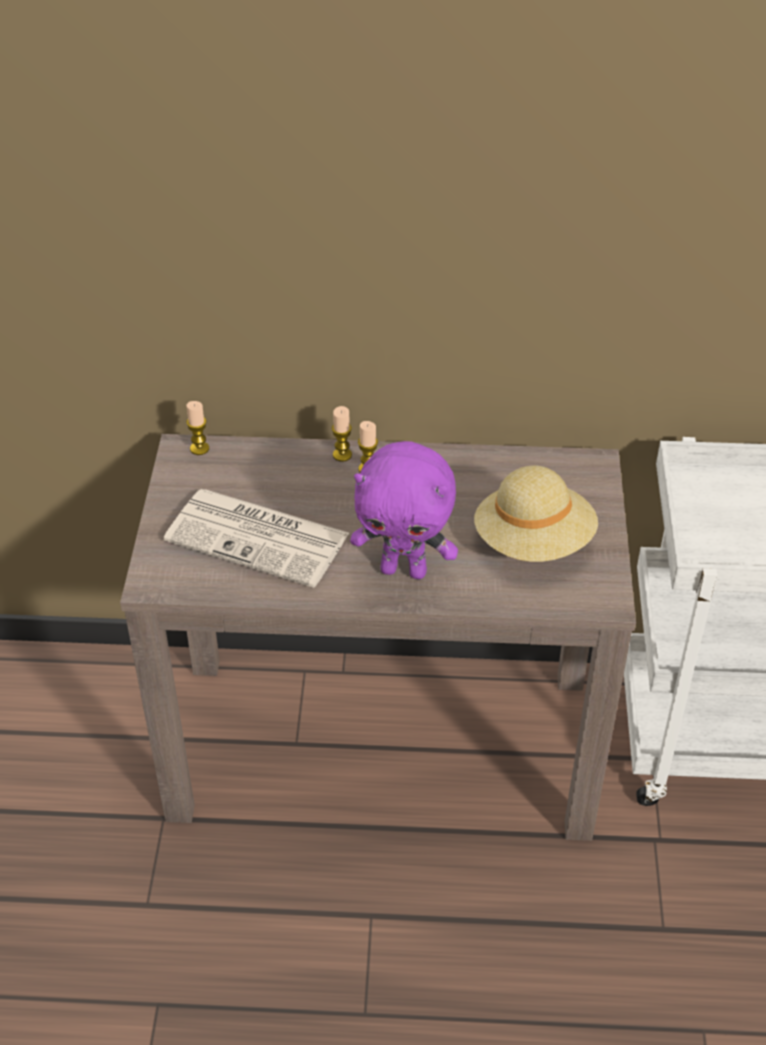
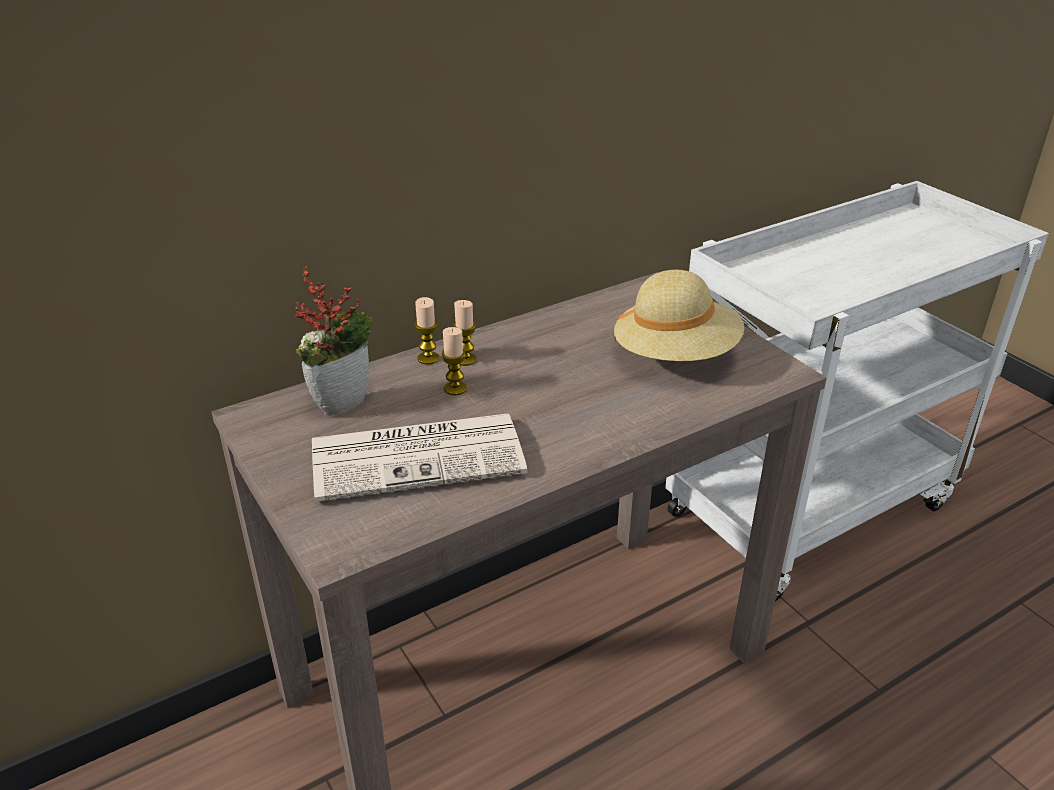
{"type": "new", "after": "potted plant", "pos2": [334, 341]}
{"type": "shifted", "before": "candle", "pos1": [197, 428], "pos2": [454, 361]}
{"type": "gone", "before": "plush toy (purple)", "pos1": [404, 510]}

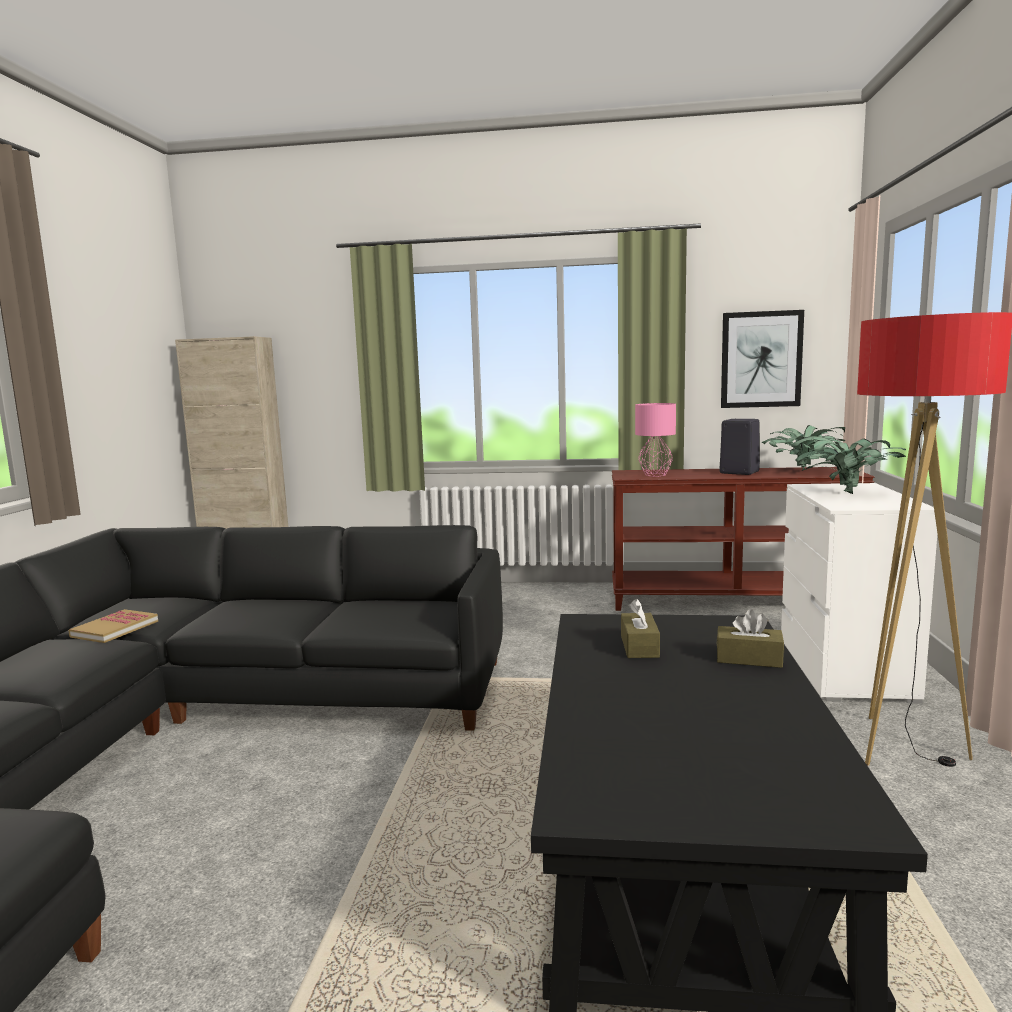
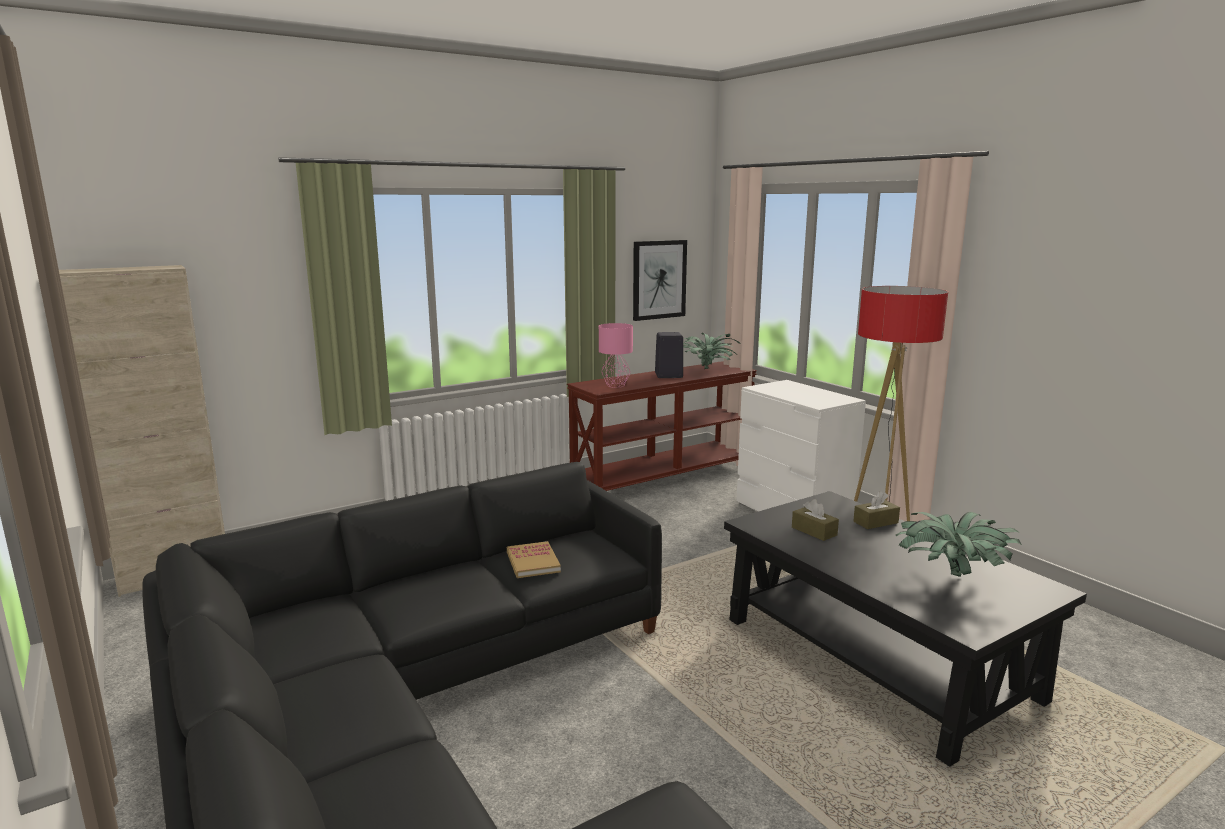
{"type": "shifted", "before": "book", "pos1": [113, 626], "pos2": [534, 559]}
{"type": "shifted", "before": "potted plant", "pos1": [849, 465], "pos2": [959, 544]}

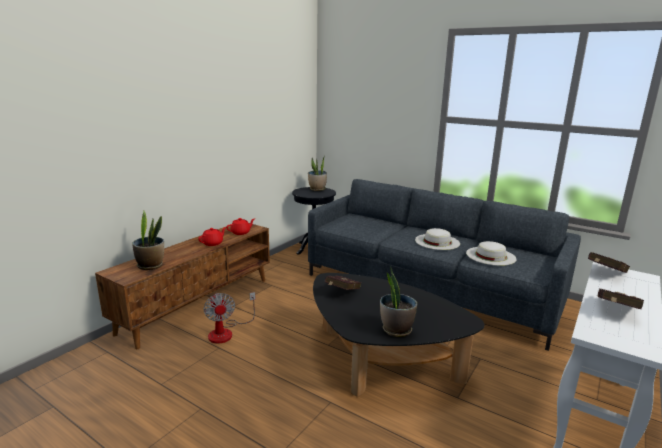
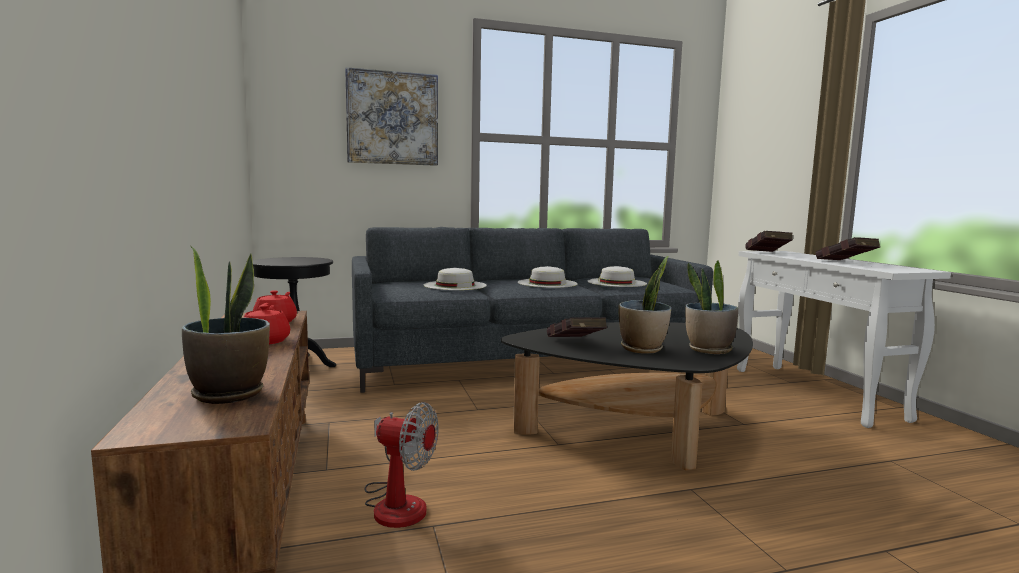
{"type": "new", "after": "picture", "pos2": [391, 116]}
{"type": "new", "after": "hat (white)", "pos2": [455, 279]}
{"type": "shifted", "before": "potted plant", "pos1": [317, 173], "pos2": [645, 305]}

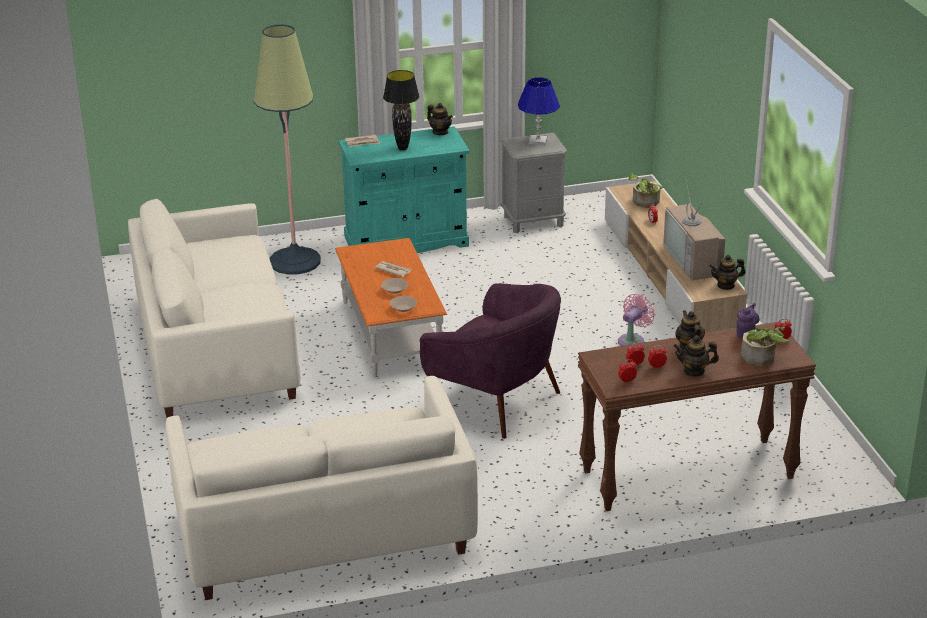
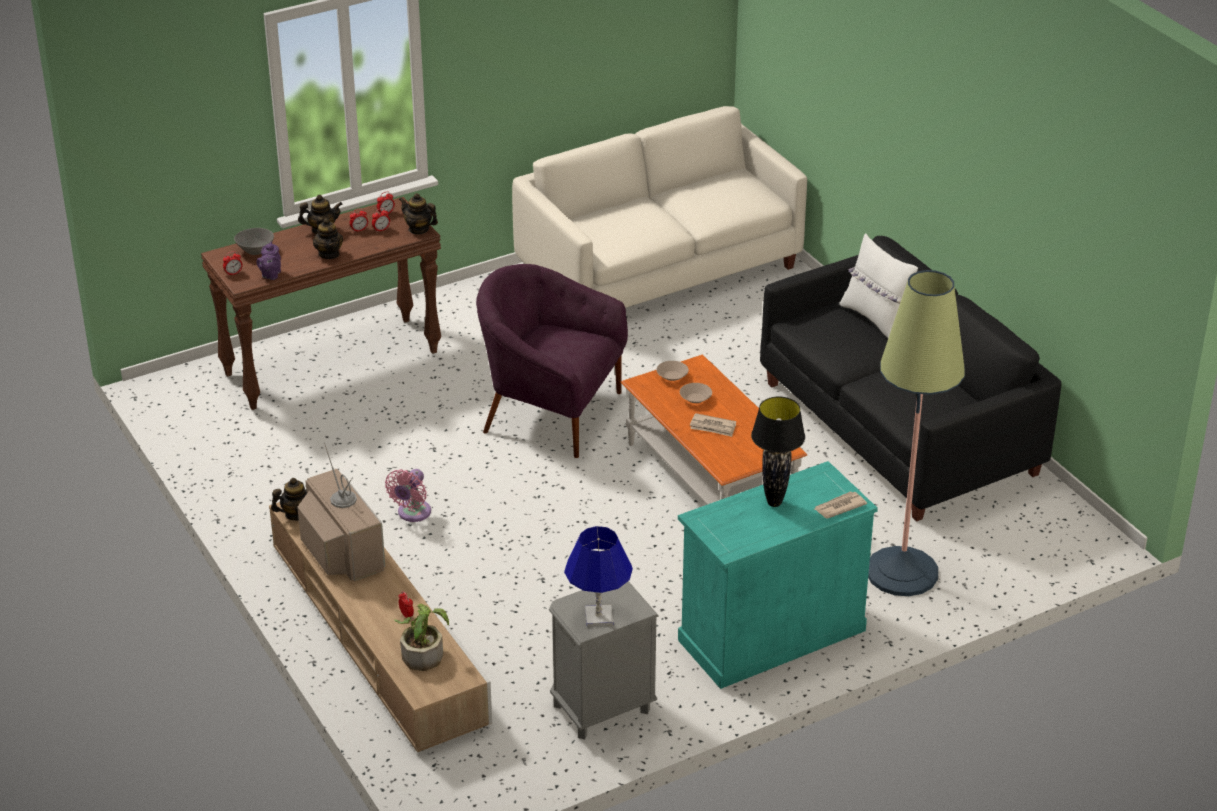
{"type": "swapped", "before": "potted plant", "after": "bowl (grey)", "pos1": [765, 346], "pos2": [254, 241]}
{"type": "shifted", "before": "teapot", "pos1": [440, 119], "pos2": [418, 214]}
{"type": "repainted", "before": "sofa (white)", "after": "sofa (black)", "pos1": [214, 308], "pos2": [910, 379]}
{"type": "new", "after": "pillow (white)", "pos2": [878, 286]}

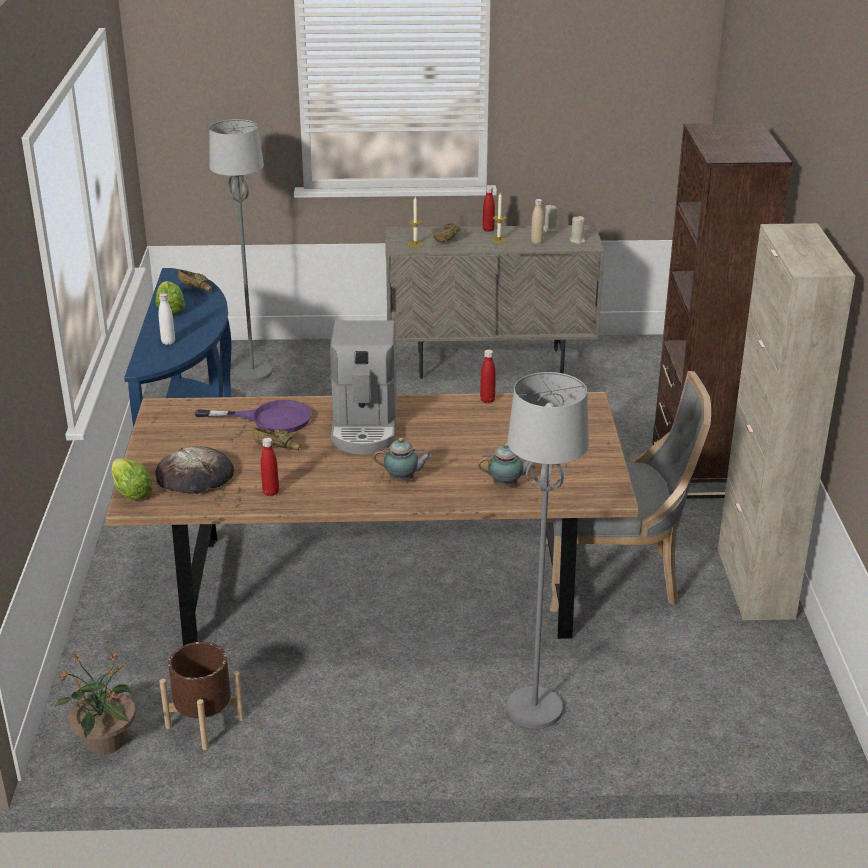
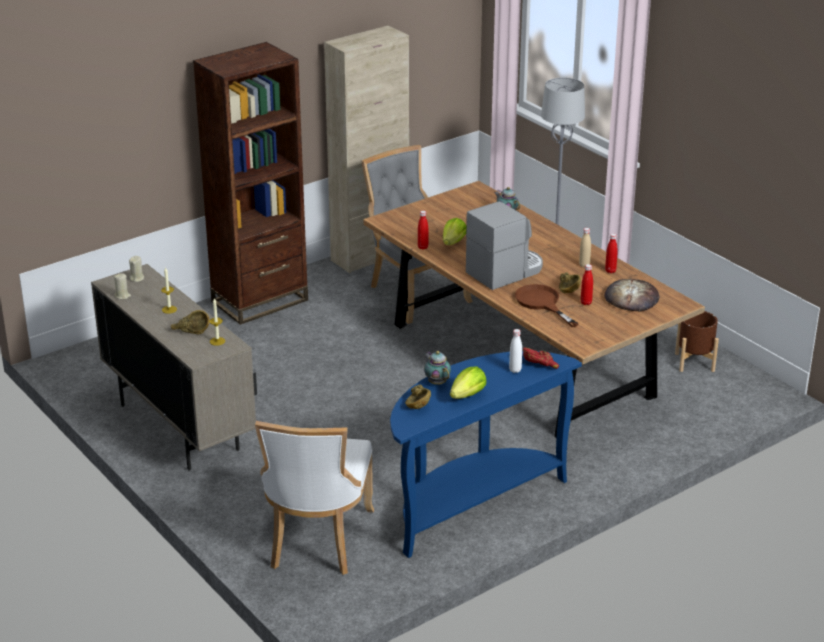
{"type": "swapped", "before": "floor lamp (grey)", "after": "chair (white)", "pos1": [240, 250], "pos2": [314, 498]}
{"type": "shifted", "before": "teapot", "pos1": [402, 460], "pos2": [437, 368]}
{"type": "shifted", "before": "lettuce", "pos1": [132, 479], "pos2": [454, 231]}
{"type": "repainted", "before": "frying pan (purple)", "after": "frying pan (brown)", "pos1": [253, 416], "pos2": [547, 305]}
{"type": "new", "after": "bowl (red)", "pos2": [541, 358]}
{"type": "shifted", "before": "bottle (beige)", "pos1": [537, 222], "pos2": [585, 247]}
{"type": "shifted", "before": "bottle (red)", "pos1": [489, 209], "pos2": [587, 284]}
{"type": "gone", "before": "potted plant", "pos1": [95, 703]}

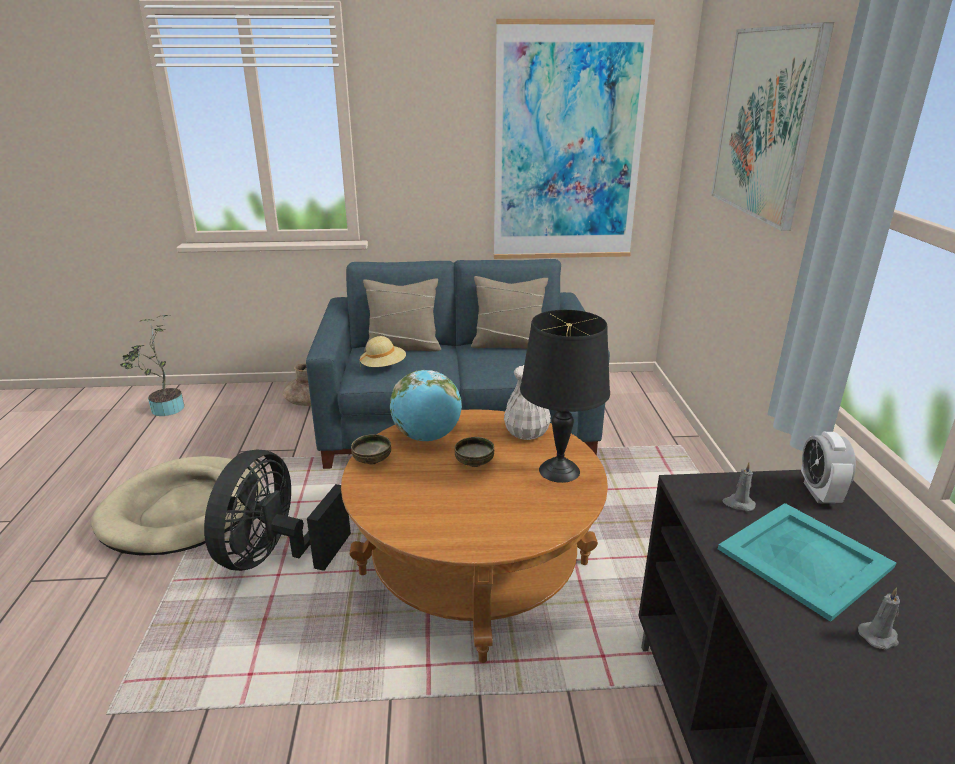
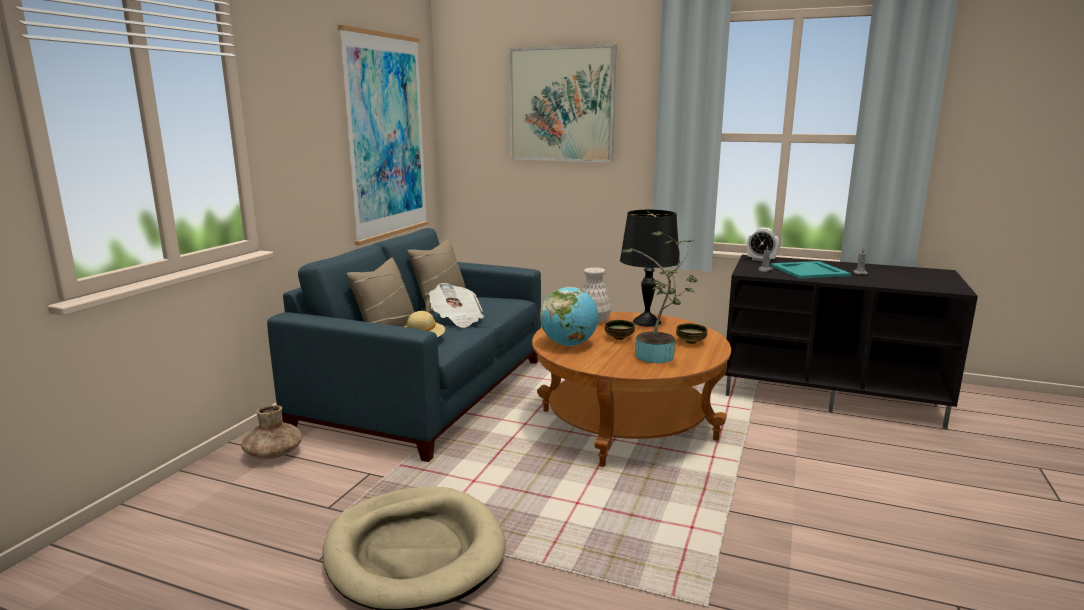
{"type": "new", "after": "newspaper", "pos2": [456, 305]}
{"type": "shifted", "before": "potted plant", "pos1": [152, 365], "pos2": [659, 297]}
{"type": "shifted", "before": "bowl", "pos1": [371, 449], "pos2": [691, 333]}
{"type": "gone", "before": "fan (black)", "pos1": [277, 510]}

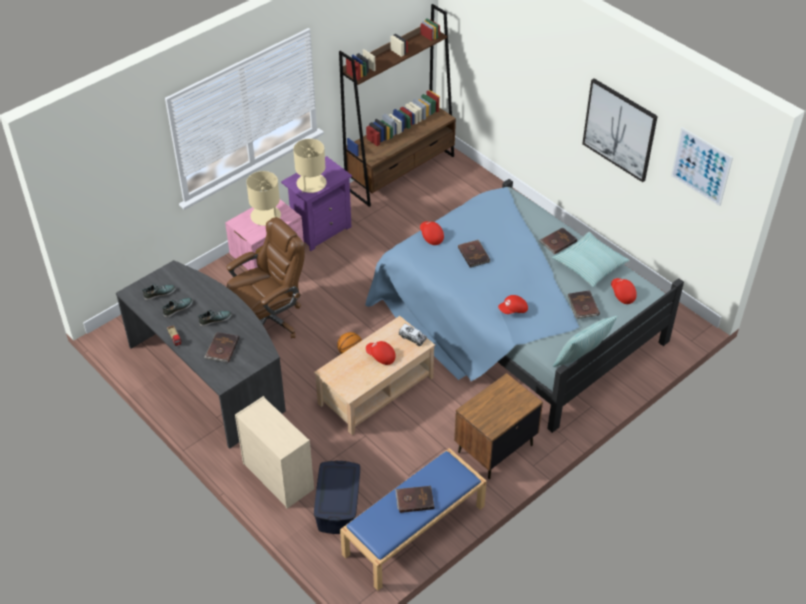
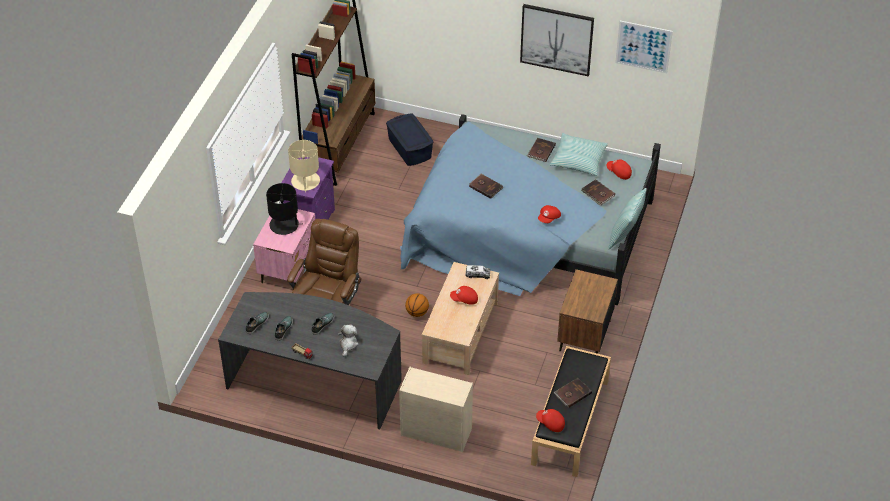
{"type": "repainted", "before": "table lamp (beige)", "after": "table lamp (black)", "pos1": [263, 198], "pos2": [282, 209]}
{"type": "swapped", "before": "book (brown)", "after": "plush toy", "pos1": [221, 347], "pos2": [348, 340]}
{"type": "shifted", "before": "storage box (blue)", "pos1": [337, 497], "pos2": [410, 140]}
{"type": "repainted", "before": "bench (blue)", "after": "bench (black)", "pos1": [413, 519], "pos2": [571, 411]}
{"type": "shifted", "before": "cap (red)", "pos1": [432, 233], "pos2": [550, 420]}

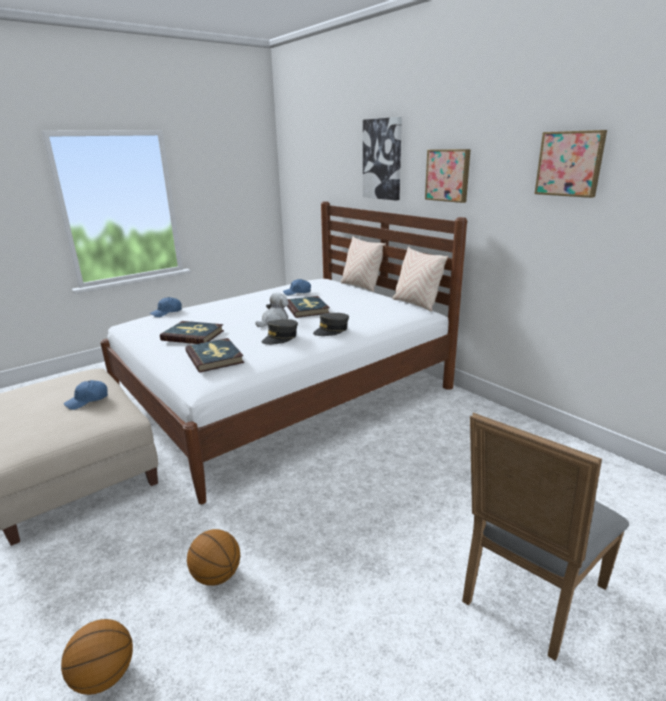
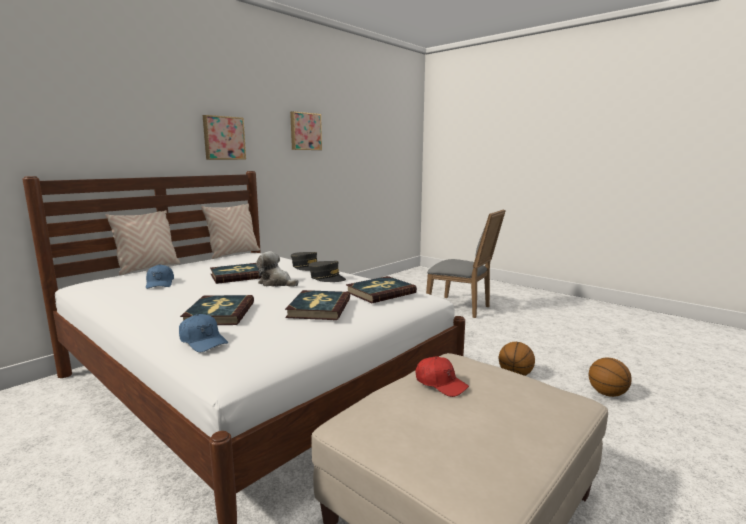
{"type": "new", "after": "book", "pos2": [217, 310]}
{"type": "repainted", "before": "cap (blue)", "after": "cap (red)", "pos1": [86, 395], "pos2": [442, 376]}
{"type": "gone", "before": "picture", "pos1": [382, 158]}

